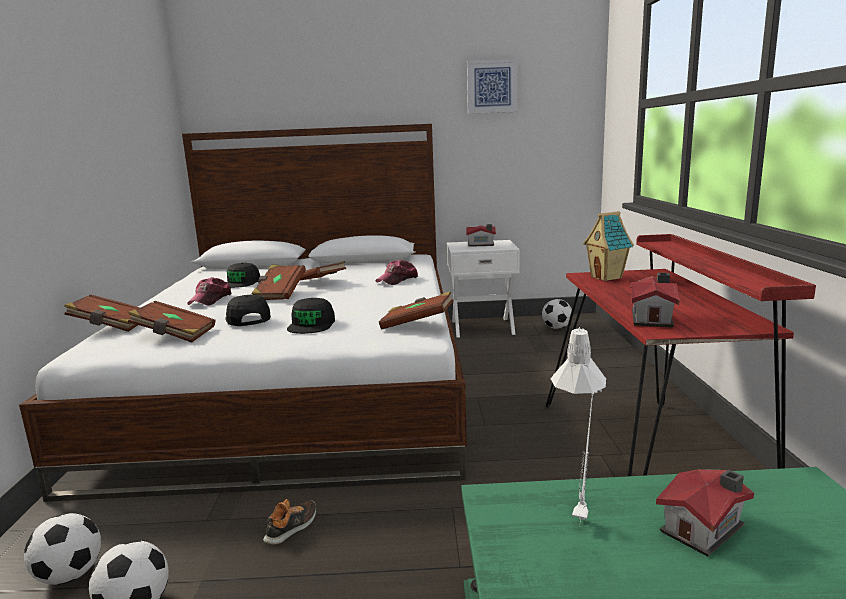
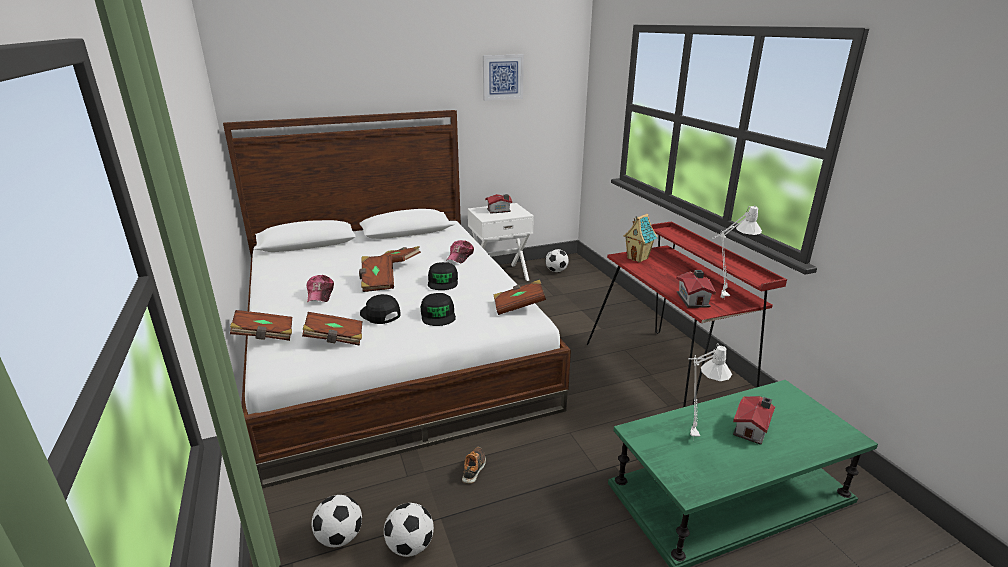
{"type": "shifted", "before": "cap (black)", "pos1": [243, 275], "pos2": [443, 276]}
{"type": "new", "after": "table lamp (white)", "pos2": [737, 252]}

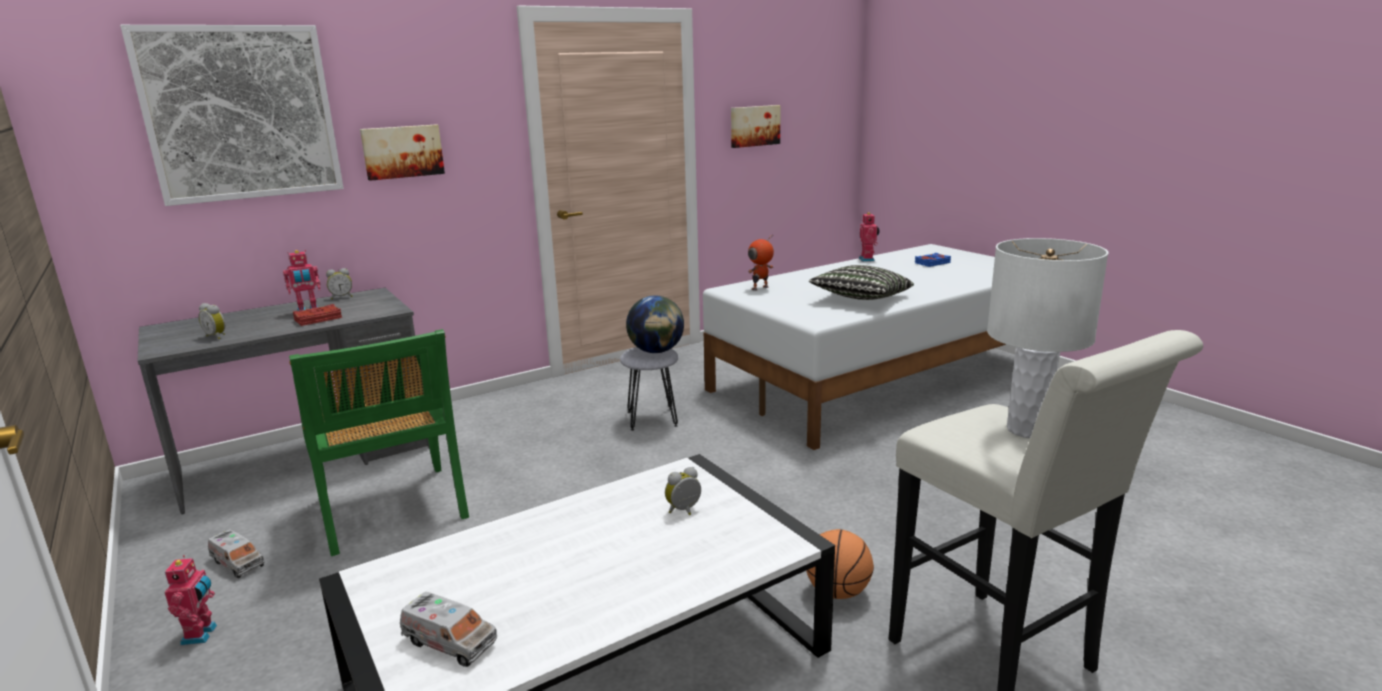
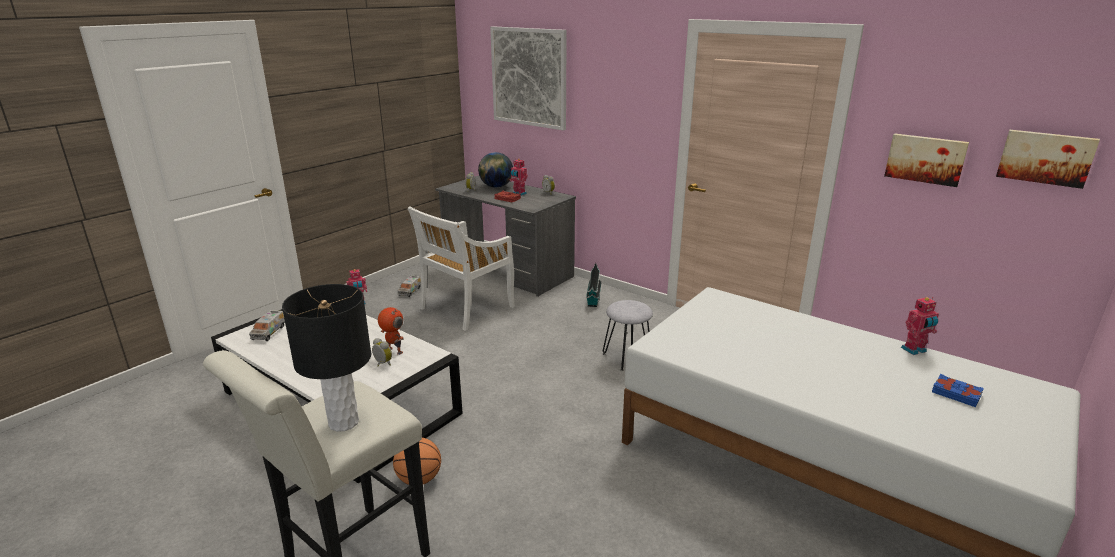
{"type": "repainted", "before": "table lamp (white)", "after": "table lamp (black)", "pos1": [1047, 338], "pos2": [326, 358]}
{"type": "shifted", "before": "toy robot", "pos1": [761, 262], "pos2": [391, 331]}
{"type": "repainted", "before": "chair (green)", "after": "chair (white)", "pos1": [379, 442], "pos2": [461, 268]}
{"type": "shifted", "before": "globe", "pos1": [655, 324], "pos2": [495, 170]}
{"type": "new", "after": "toy house", "pos2": [594, 285]}
{"type": "shifted", "before": "picture", "pos1": [402, 152], "pos2": [1048, 159]}
{"type": "gone", "before": "pillow", "pos1": [861, 282]}

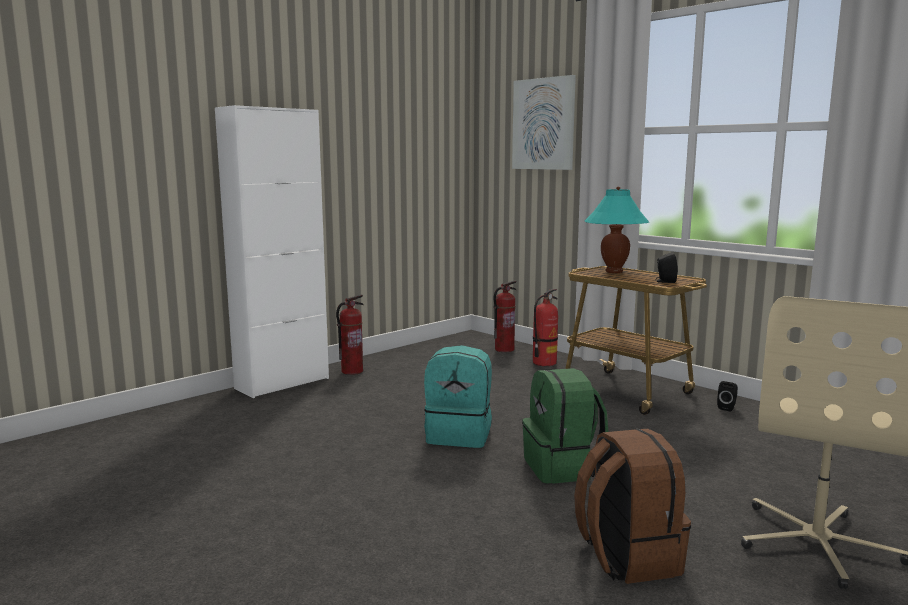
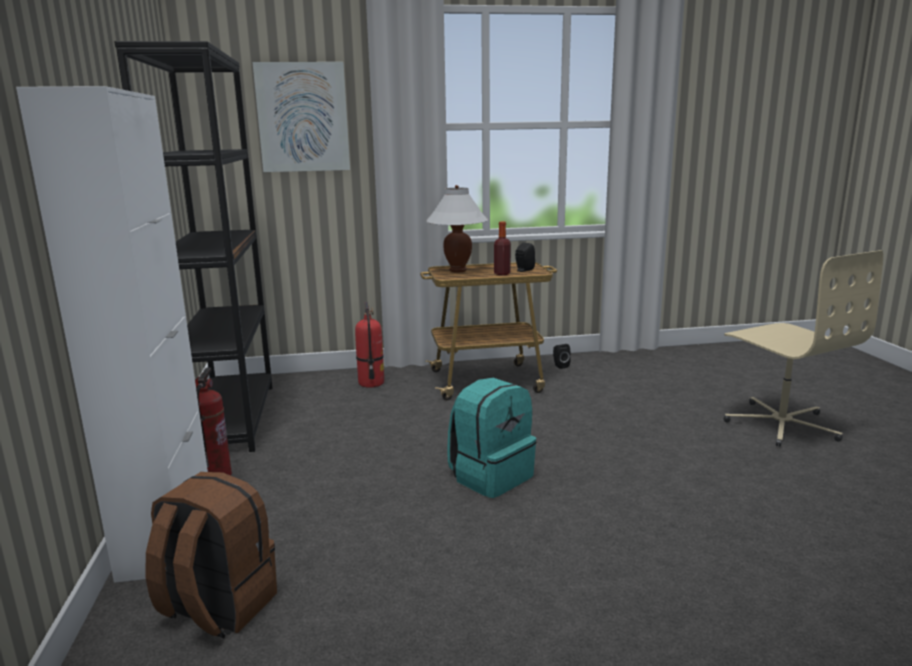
{"type": "new", "after": "bookcase (black)", "pos2": [193, 246]}
{"type": "shifted", "before": "backpack (brown)", "pos1": [632, 506], "pos2": [211, 555]}
{"type": "repainted", "before": "table lamp (turquoise)", "after": "table lamp (white)", "pos1": [617, 230], "pos2": [457, 228]}
{"type": "new", "after": "bottle", "pos2": [502, 248]}
{"type": "gone", "before": "fire extinguisher", "pos1": [504, 316]}
{"type": "gone", "before": "backpack (green)", "pos1": [565, 426]}

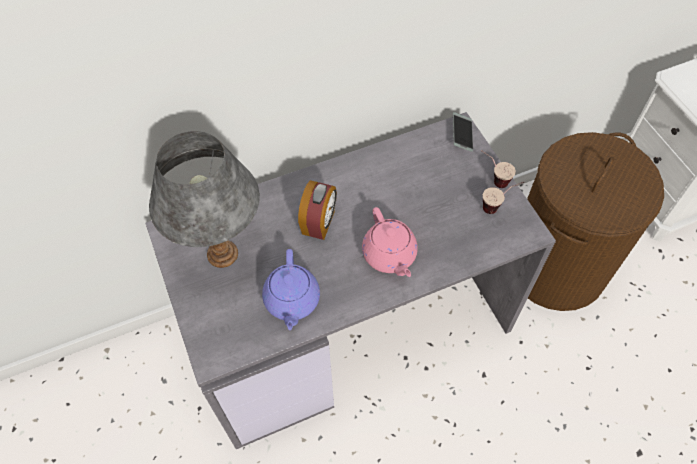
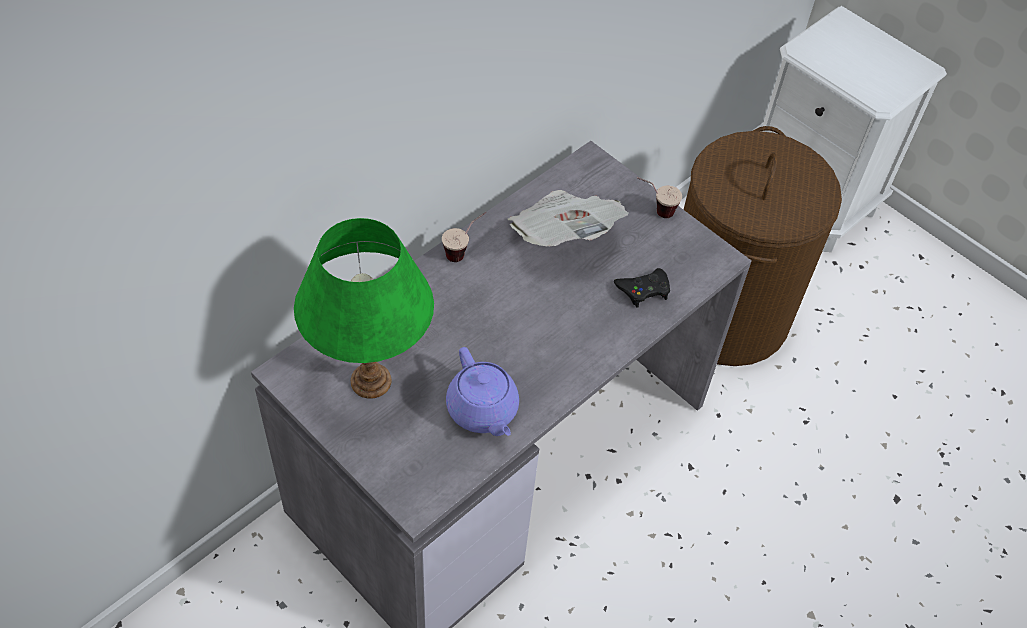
{"type": "repainted", "before": "table lamp (grey)", "after": "table lamp (green)", "pos1": [204, 199], "pos2": [364, 308]}
{"type": "shifted", "before": "cup", "pos1": [503, 198], "pos2": [464, 237]}
{"type": "new", "after": "newspaper", "pos2": [568, 218]}
{"type": "new", "after": "game controller (black)", "pos2": [642, 288]}
{"type": "gone", "before": "alarm clock", "pos1": [317, 210]}
{"type": "gone", "before": "teapot (pink)", "pos1": [390, 242]}
{"type": "gone", "before": "phone", "pos1": [463, 132]}

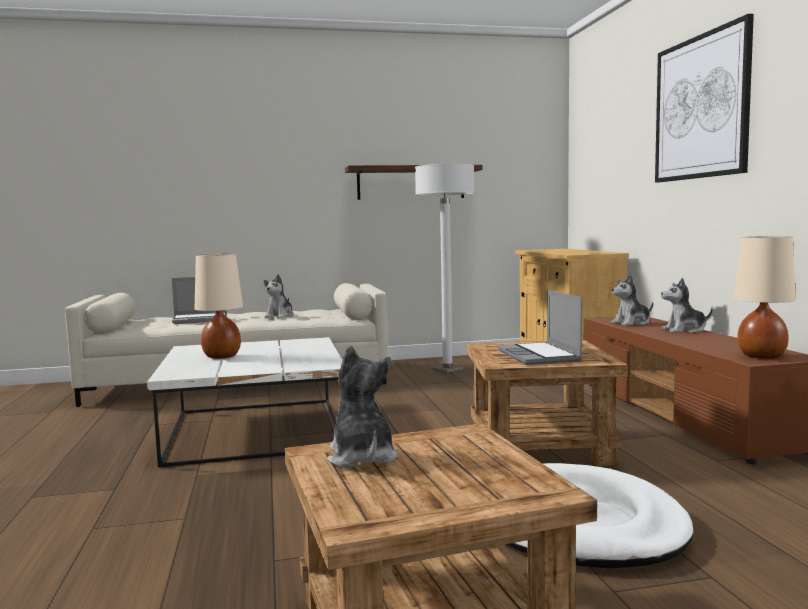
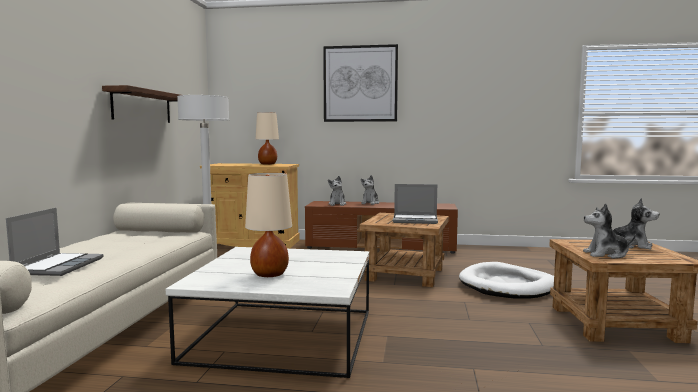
{"type": "shifted", "before": "table lamp (beige)", "pos1": [764, 297], "pos2": [267, 138]}
{"type": "shifted", "before": "plush toy", "pos1": [279, 296], "pos2": [636, 224]}

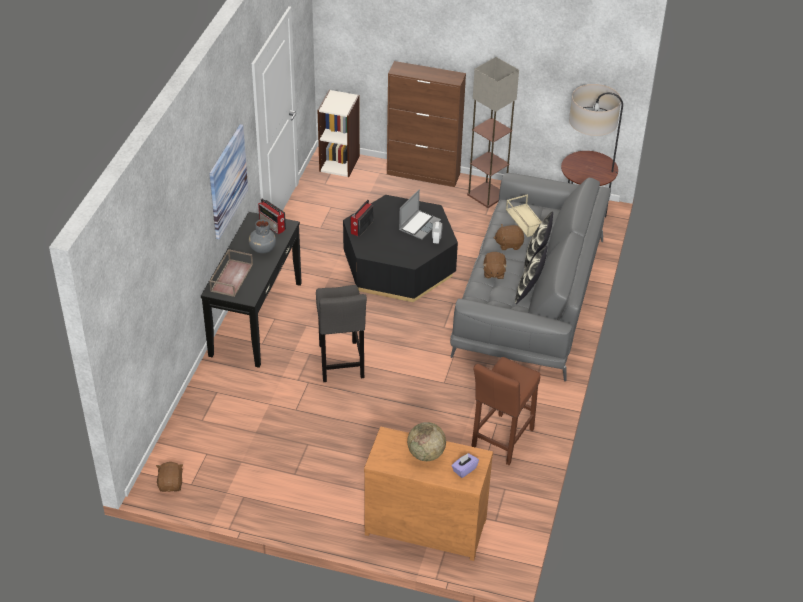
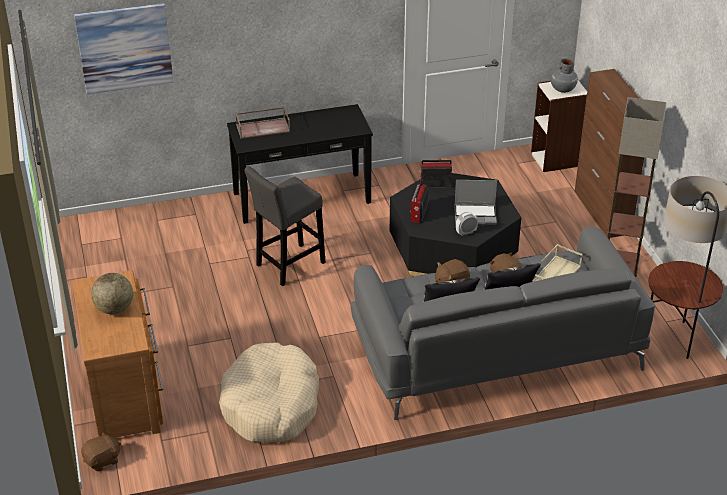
{"type": "shifted", "before": "picture", "pos1": [228, 181], "pos2": [123, 48]}
{"type": "shifted", "before": "plush toy (brown)", "pos1": [169, 477], "pos2": [101, 451]}
{"type": "swapped", "before": "stool (brown)", "after": "dog bed (beige)", "pos1": [505, 411], "pos2": [269, 393]}
{"type": "shifted", "before": "radio", "pos1": [272, 216], "pos2": [419, 202]}
{"type": "shifted", "before": "vase (grey)", "pos1": [262, 236], "pos2": [564, 75]}
{"type": "gone", "before": "tissue box (purple)", "pos1": [465, 465]}

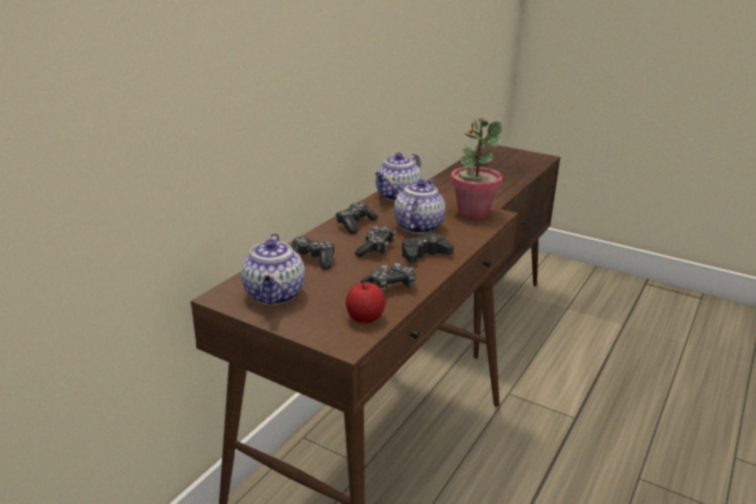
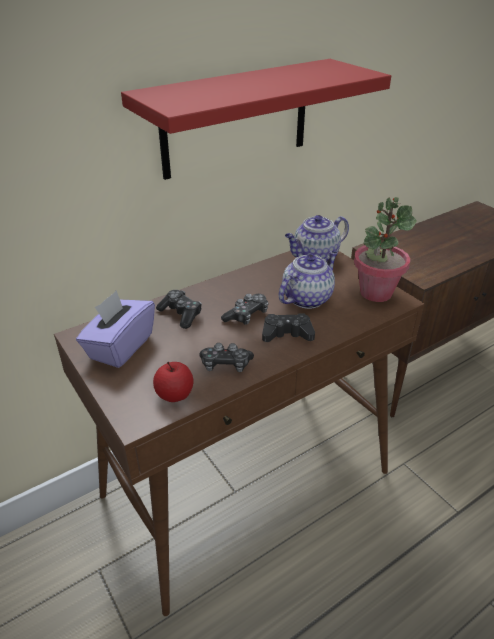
{"type": "swapped", "before": "teapot", "after": "tissue box (purple)", "pos1": [273, 269], "pos2": [115, 329]}
{"type": "new", "after": "shelf (red)", "pos2": [256, 119]}
{"type": "gone", "before": "game controller", "pos1": [357, 218]}

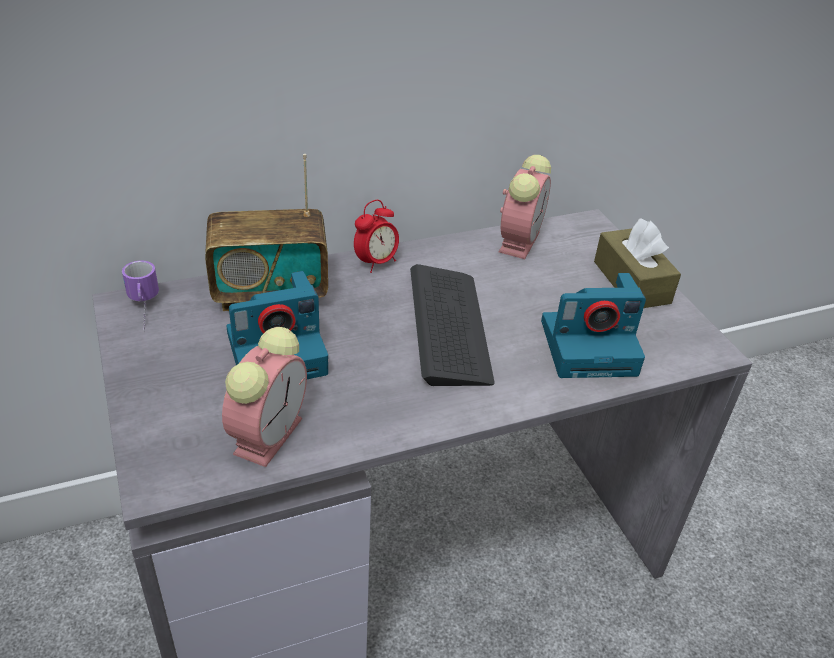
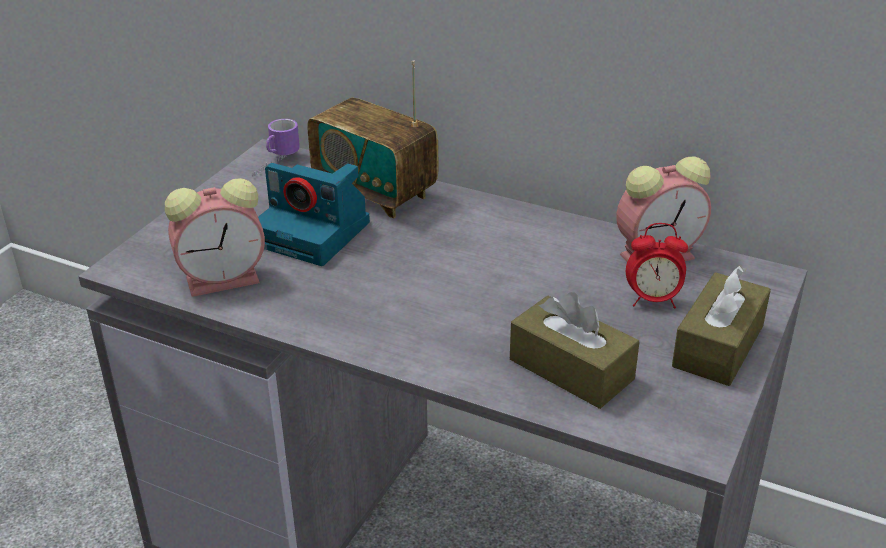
{"type": "swapped", "before": "photo camera", "after": "tissue box (brown)", "pos1": [593, 325], "pos2": [574, 350]}
{"type": "shifted", "before": "alarm clock", "pos1": [376, 236], "pos2": [657, 266]}
{"type": "gone", "before": "keyboard", "pos1": [452, 325]}

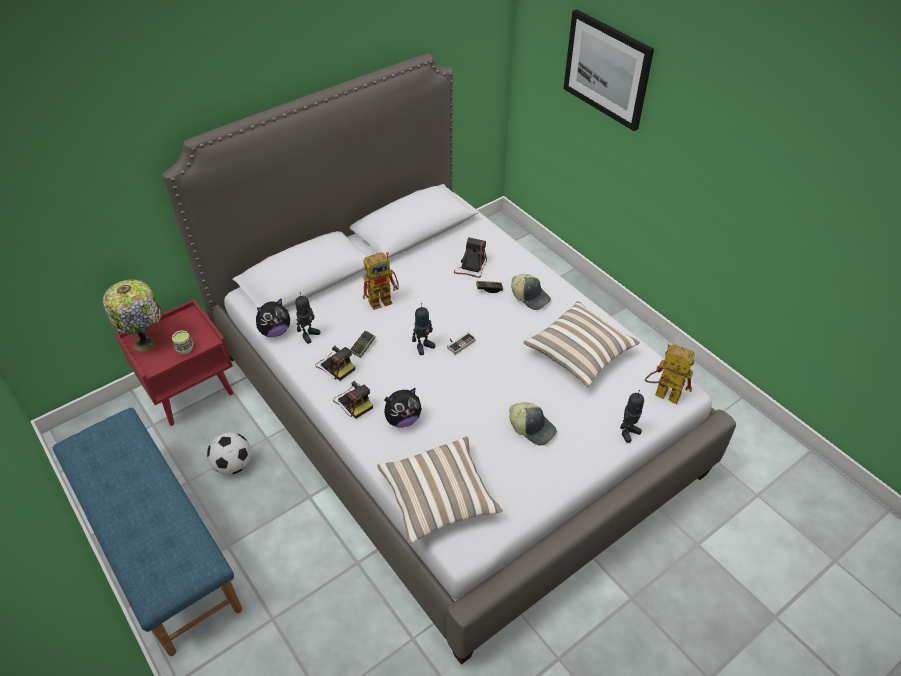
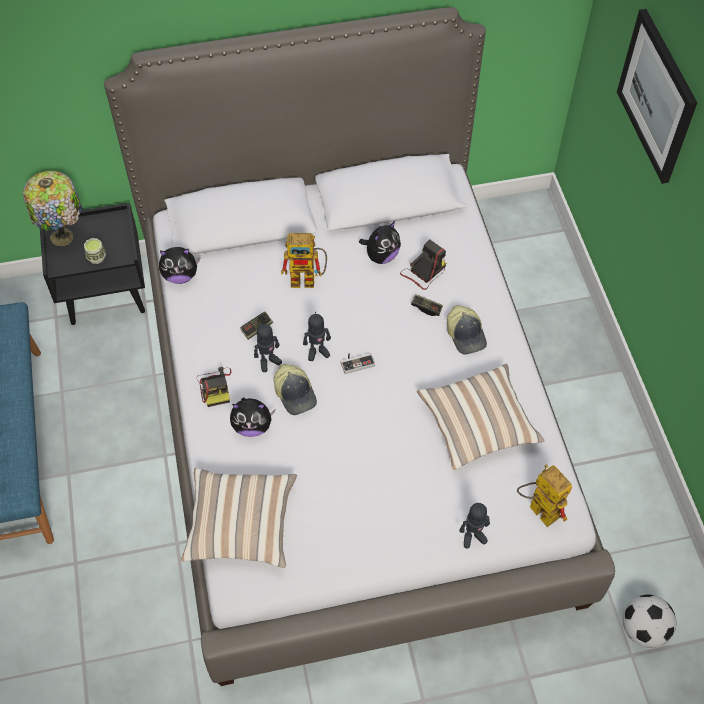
{"type": "repainted", "before": "nightstand (red)", "after": "nightstand (black)", "pos1": [174, 362], "pos2": [92, 264]}
{"type": "shifted", "before": "toy robot", "pos1": [307, 318], "pos2": [268, 347]}
{"type": "shifted", "before": "cap", "pos1": [533, 424], "pos2": [295, 389]}
{"type": "new", "after": "plush toy", "pos2": [380, 242]}
{"type": "shifted", "before": "football", "pos1": [229, 453], "pos2": [649, 621]}
{"type": "gone", "before": "photo camera", "pos1": [335, 363]}

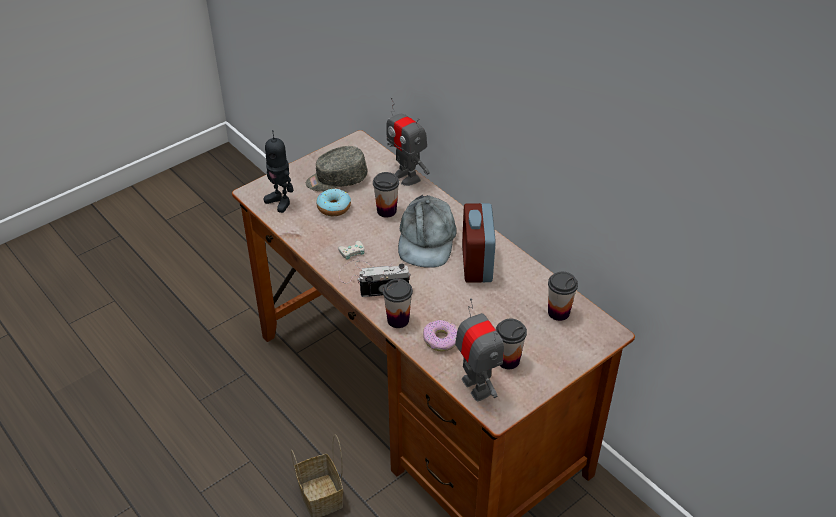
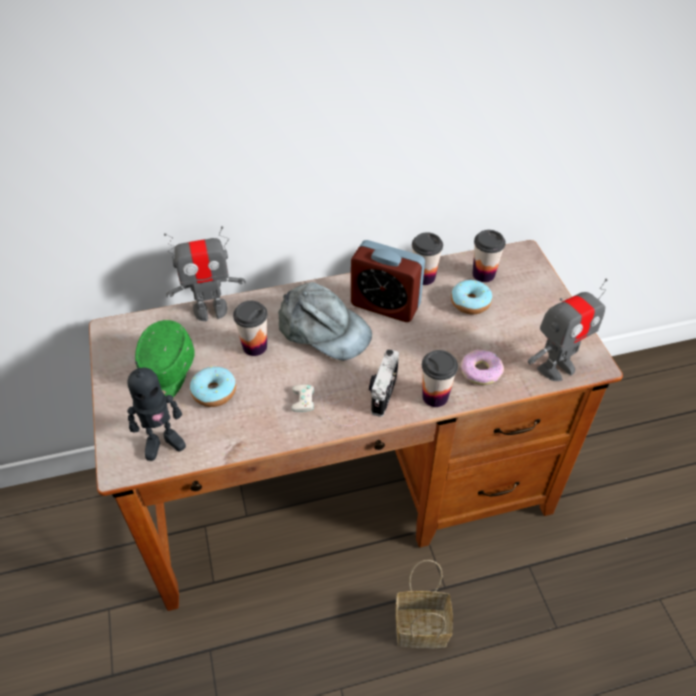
{"type": "repainted", "before": "cap (grey)", "after": "cap (green)", "pos1": [336, 168], "pos2": [165, 358]}
{"type": "shifted", "before": "cup", "pos1": [511, 344], "pos2": [427, 258]}
{"type": "new", "after": "donut", "pos2": [471, 297]}
{"type": "rotated", "before": "toy robot", "pos1": [479, 349], "pos2": [568, 330], "turn": 150}

